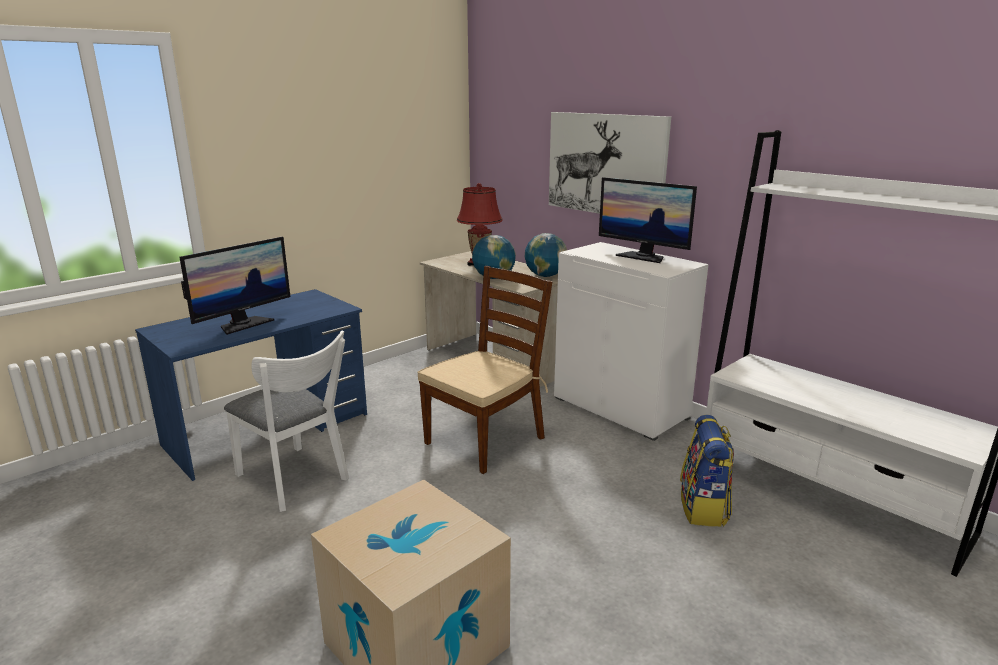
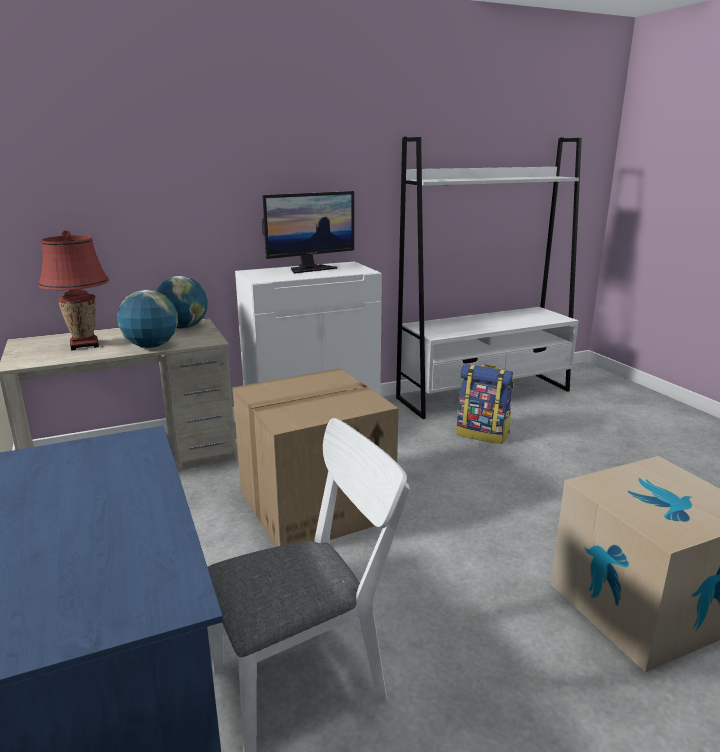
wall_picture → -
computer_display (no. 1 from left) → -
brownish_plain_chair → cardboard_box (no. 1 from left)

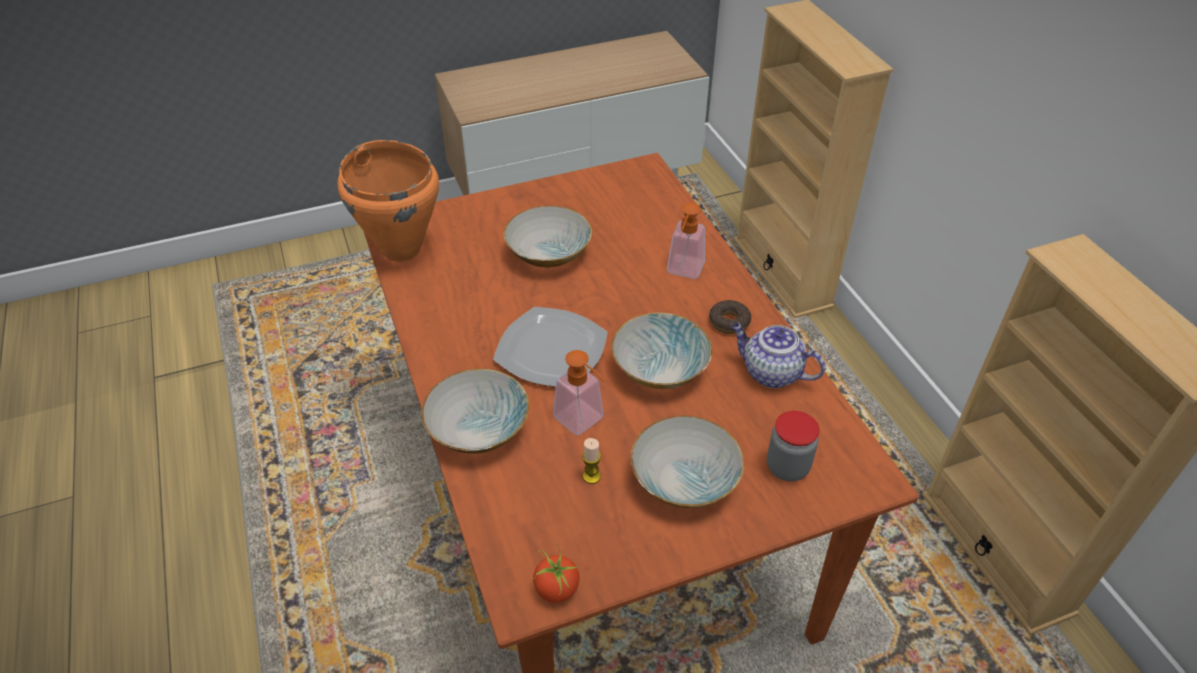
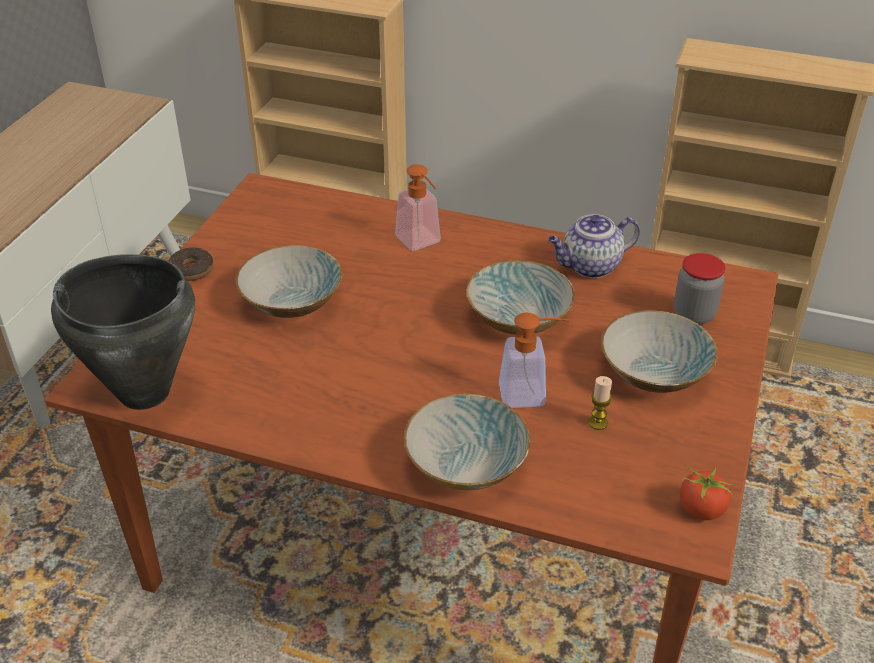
orange_saucepot → blackish_saucepot
ring_doughnut, shifted
flat_dish → -

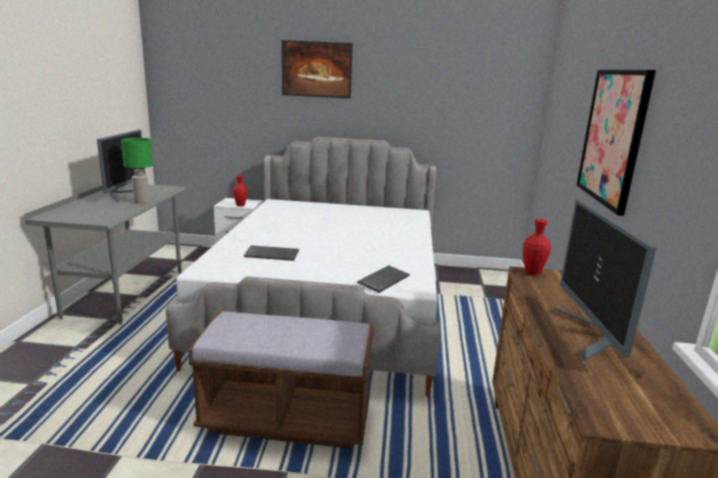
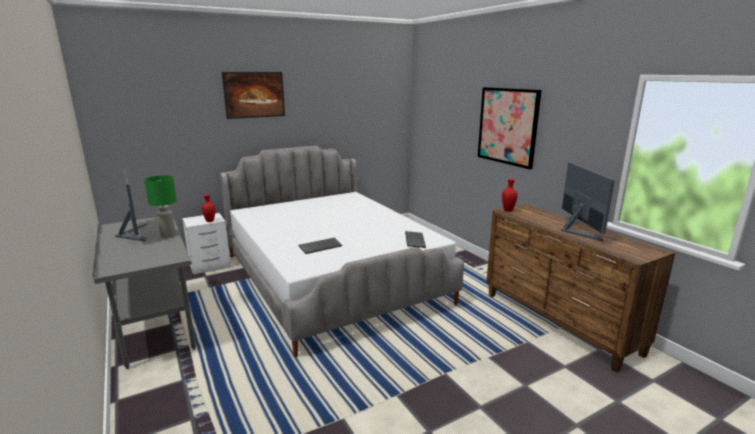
computer_display (no. 2 from left), 150 degrees counterclockwise
brownish_bench → -

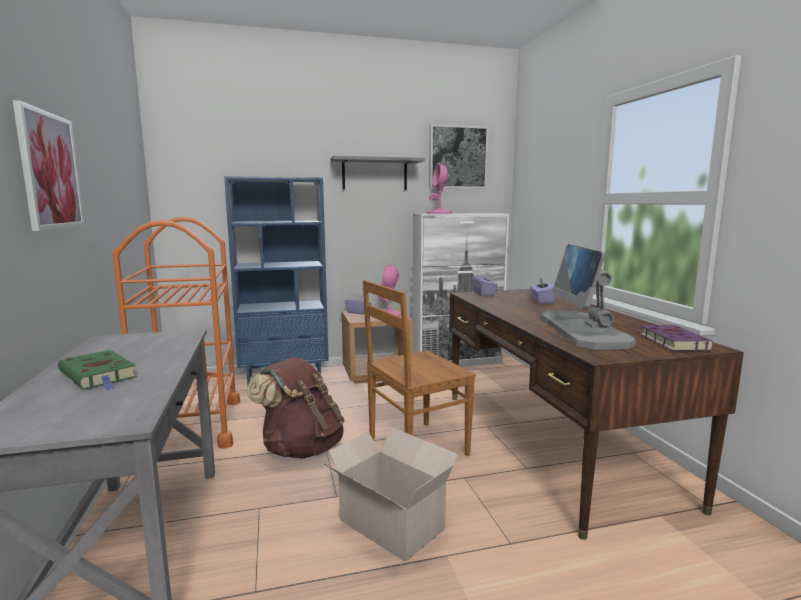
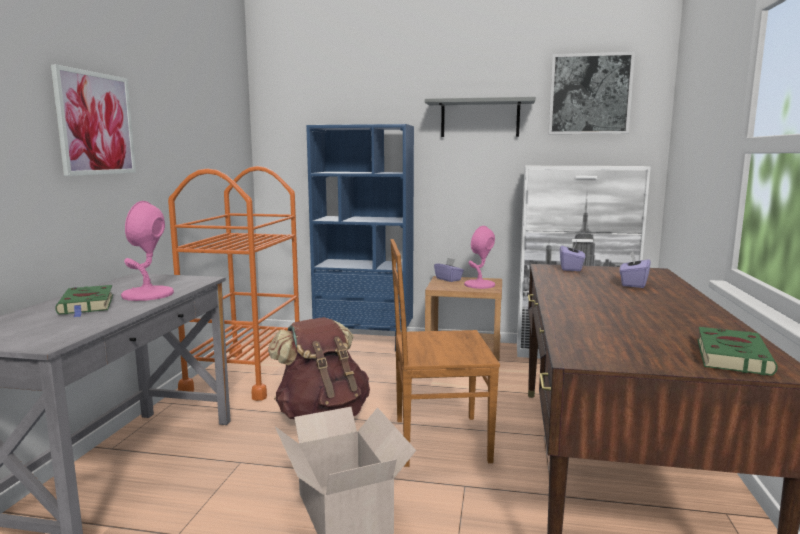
pinkish_tabletop_lamp (no. 2 from left in the first image) → pinkish_tabletop_lamp (no. 1 from left), shifted
computer_display → -
purple-coloured_bound_book → green_bound_book (no. 2 from left)

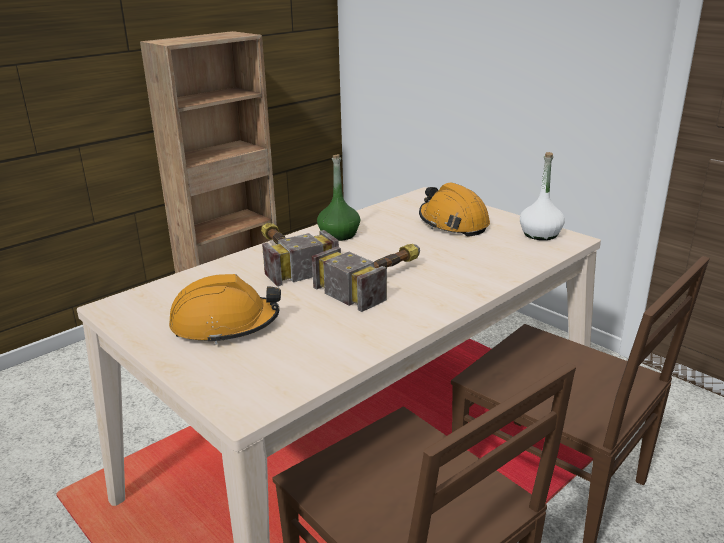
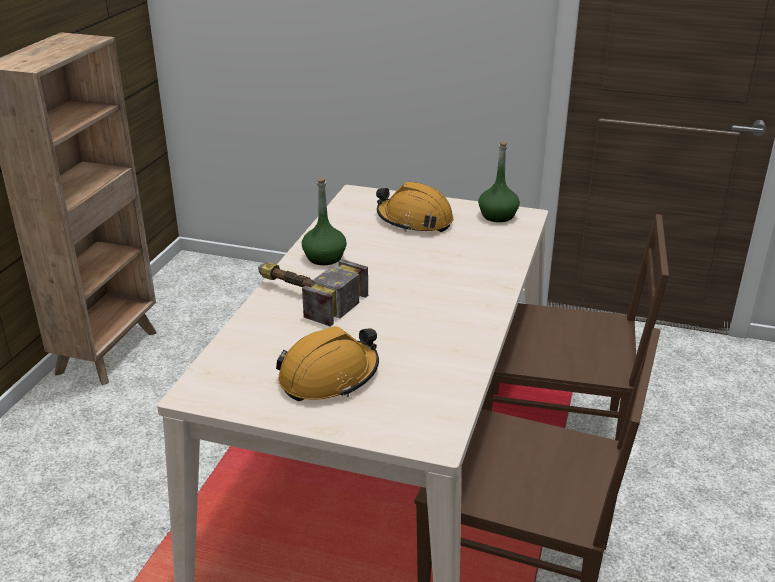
white_beverage_bottle → green_beverage_bottle (no. 2 from left)
hammer (no. 2 from left) → -

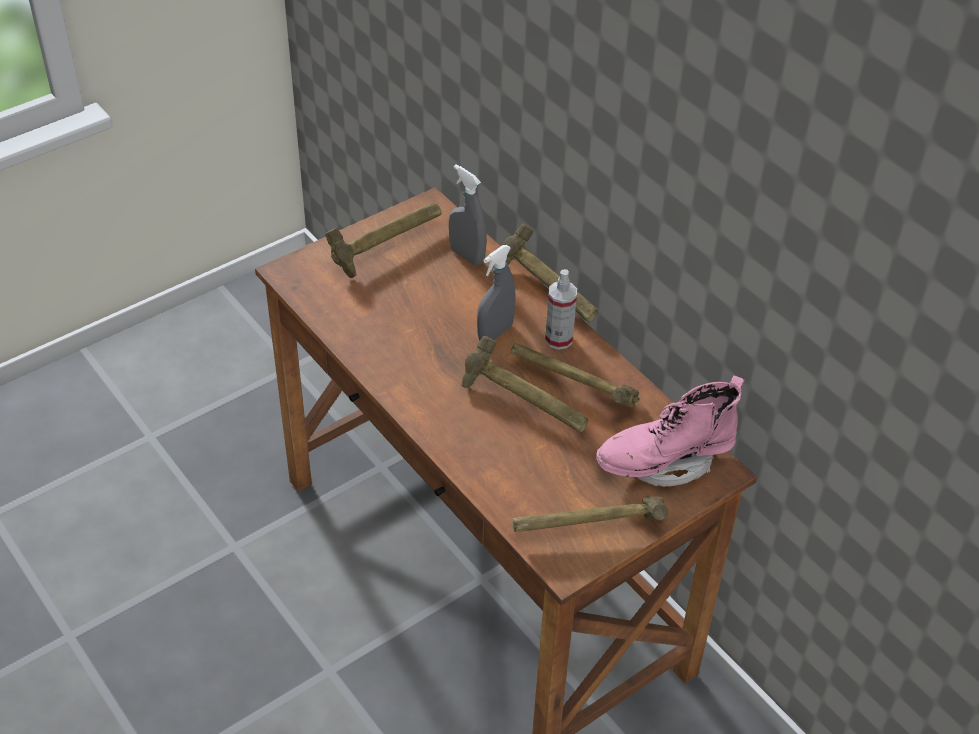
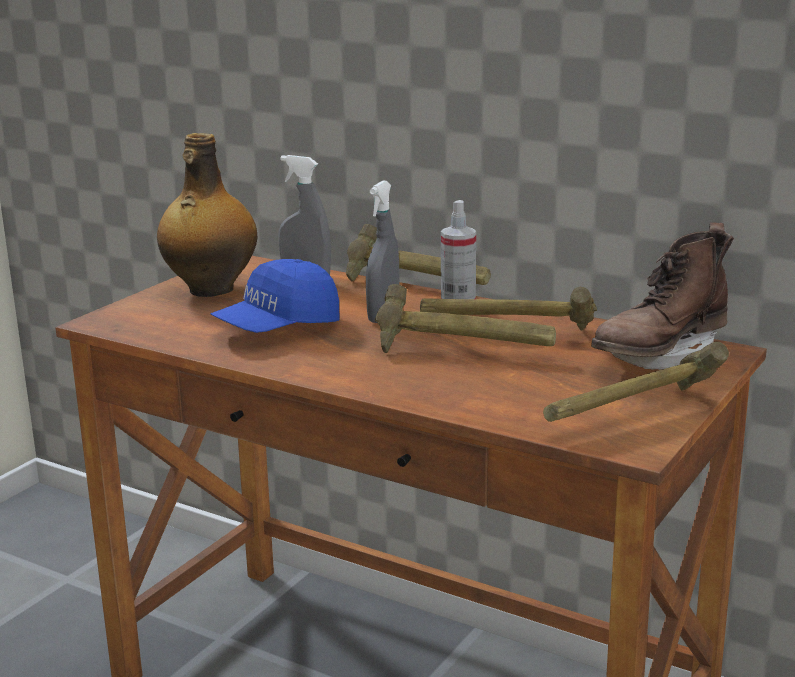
hammer (no. 1 from left) → beverage_bottle
pinkish_tall_boot → brownish_tall_boot
- → bluish_cap

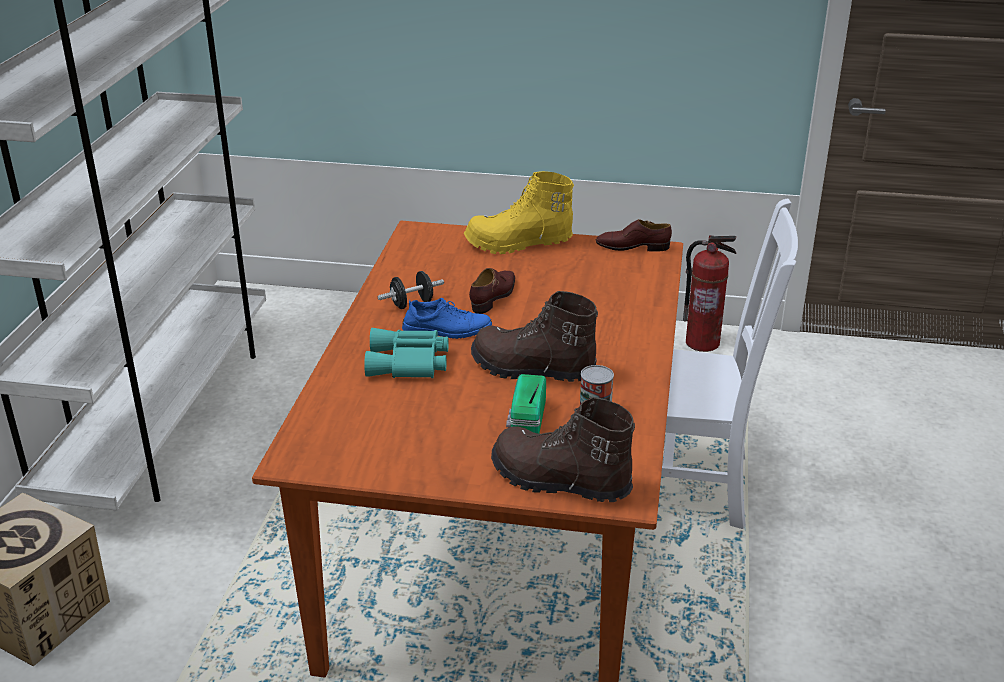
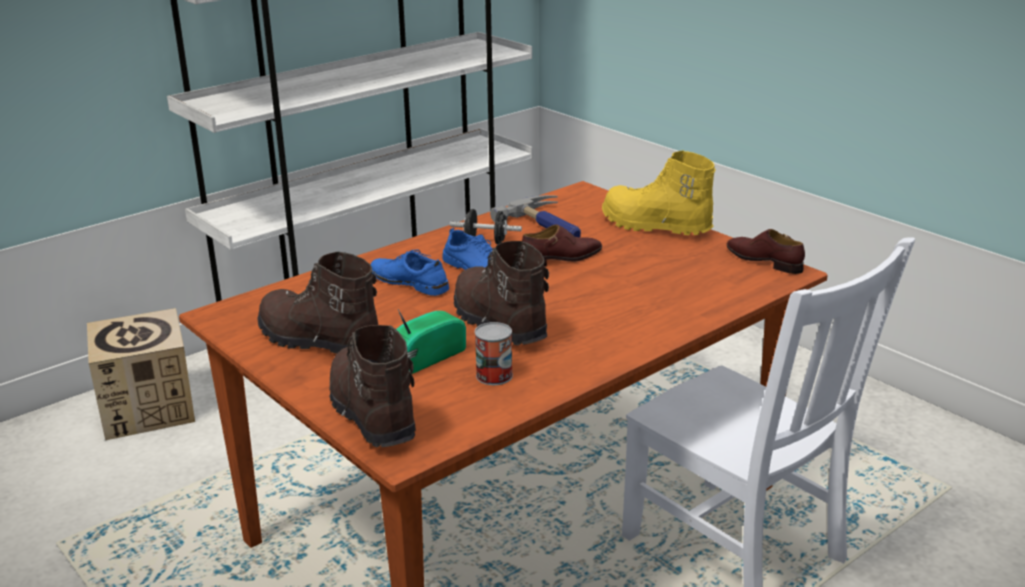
fire-fighting_cylinder → -
turquoise_pair_of_binoculars → bluish_shoe (no. 1 from left)
- → hammer
- → brownish_tall_boot (no. 1 from left)

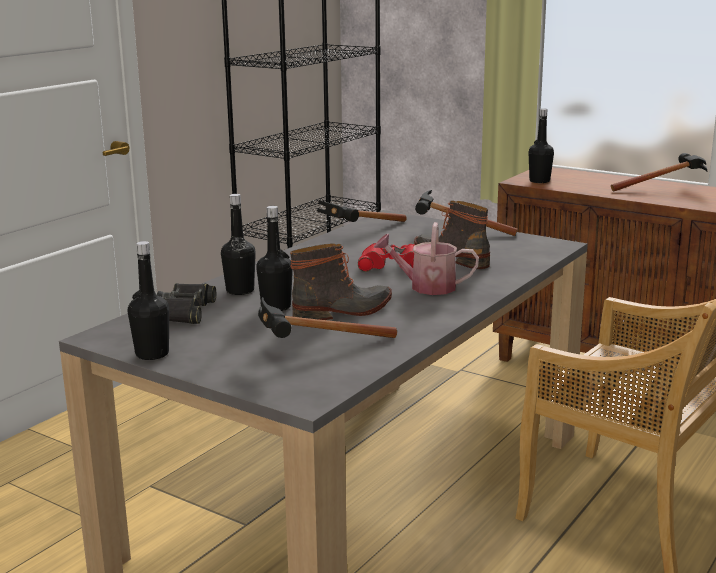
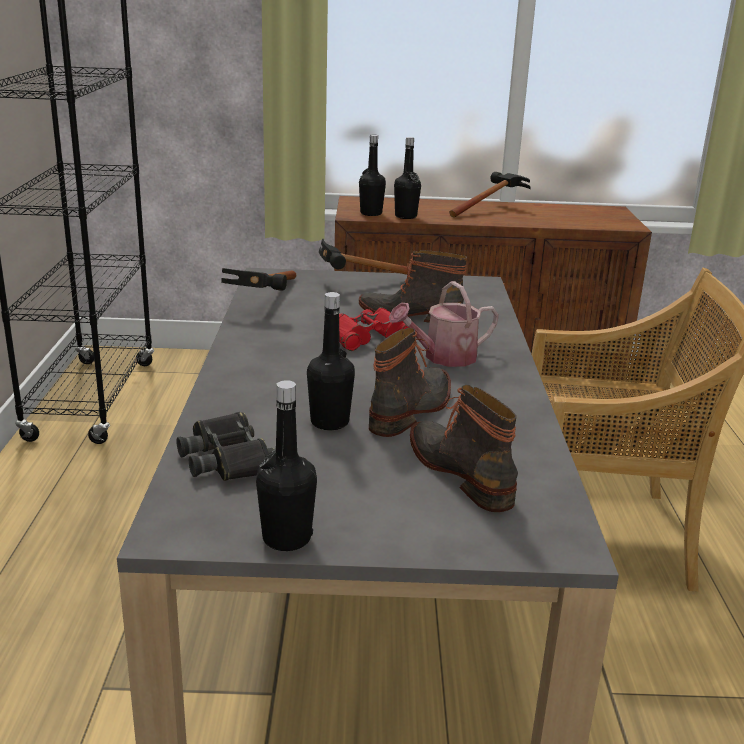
blackish_beverage_bottle (no. 2 from left in the first image) → blackish_beverage_bottle (no. 4 from left), shifted
hammer (no. 1 from left) → tall_boot (no. 3 from left)

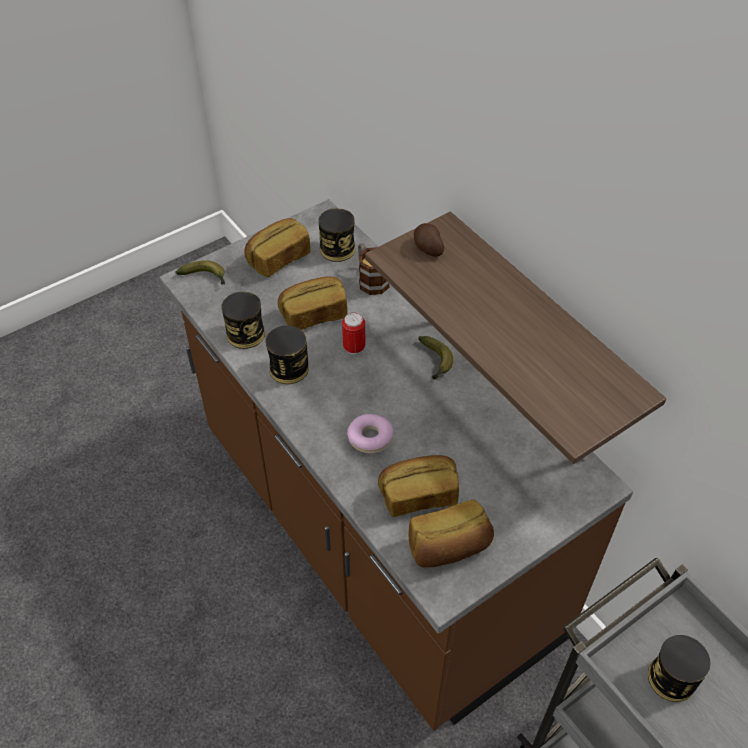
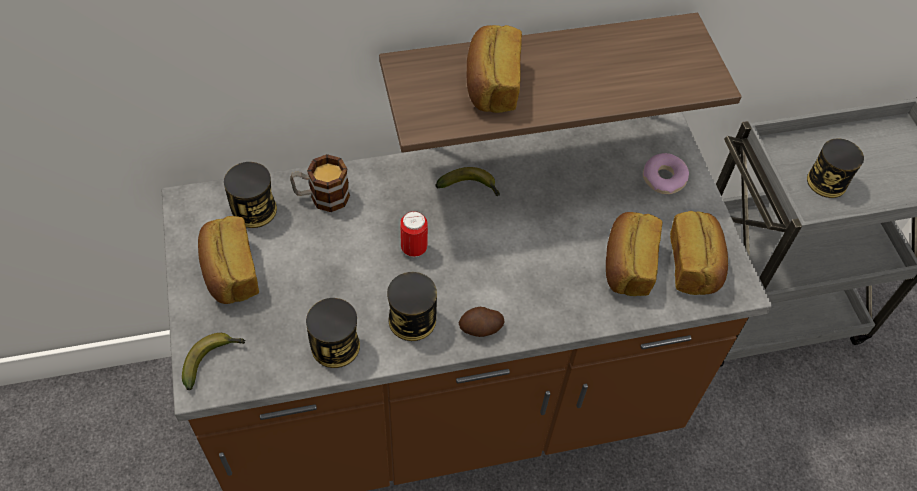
whole_potato, shifted
baked_bread (no. 2 from left), shifted
ring_doughnut, shifted

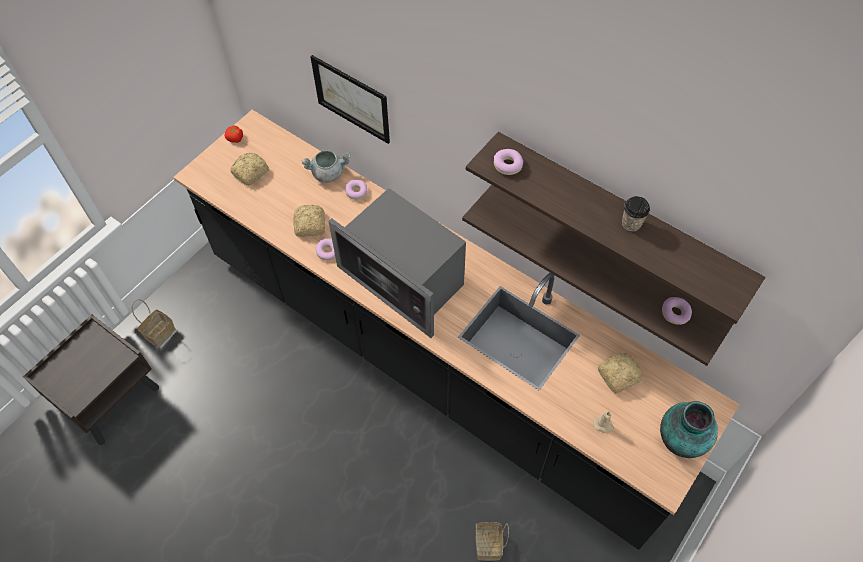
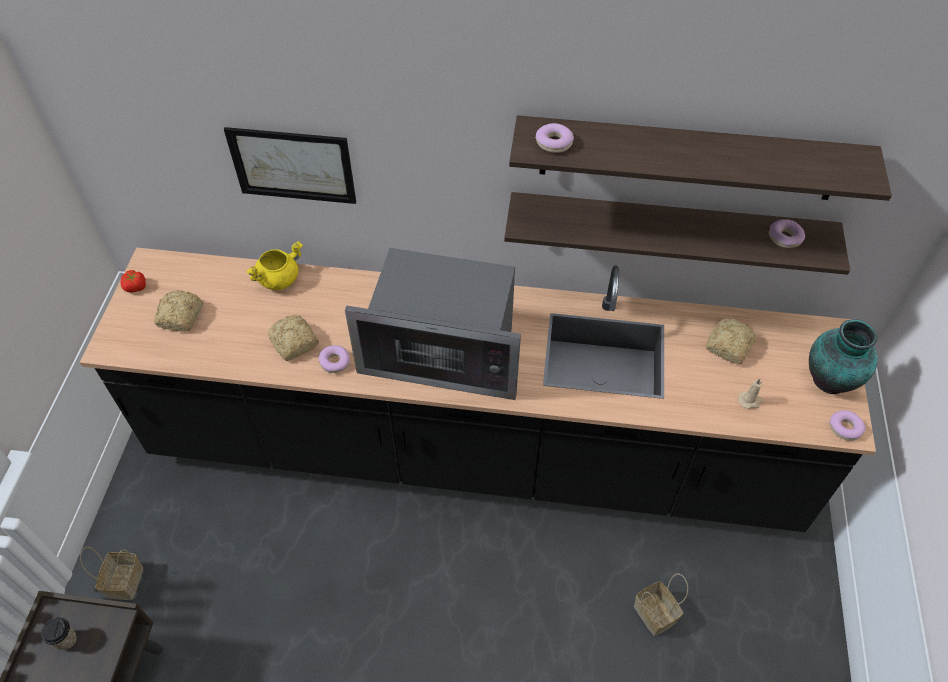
greyish_saucepot → yellow_saucepot
ring_doughnut (no. 2 from left in the first image) → ring_doughnut (no. 4 from left), shifted
small_cup, shifted

